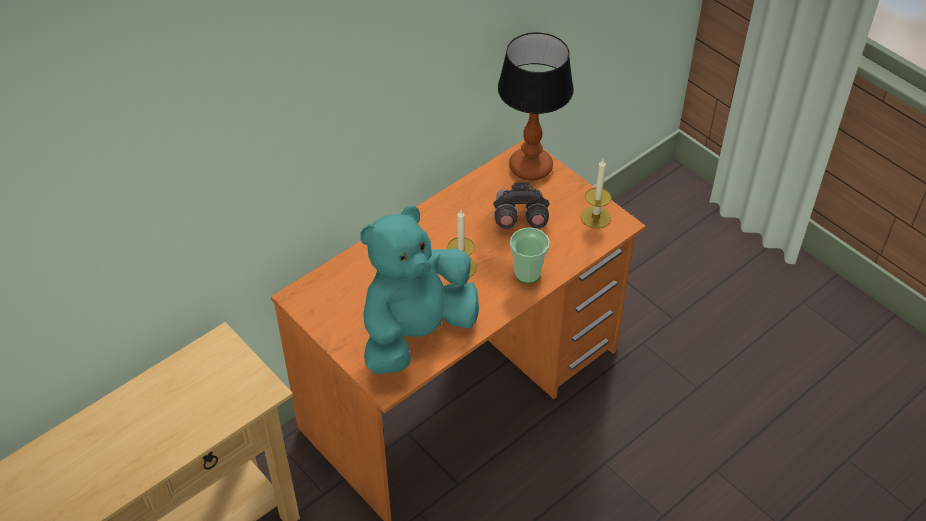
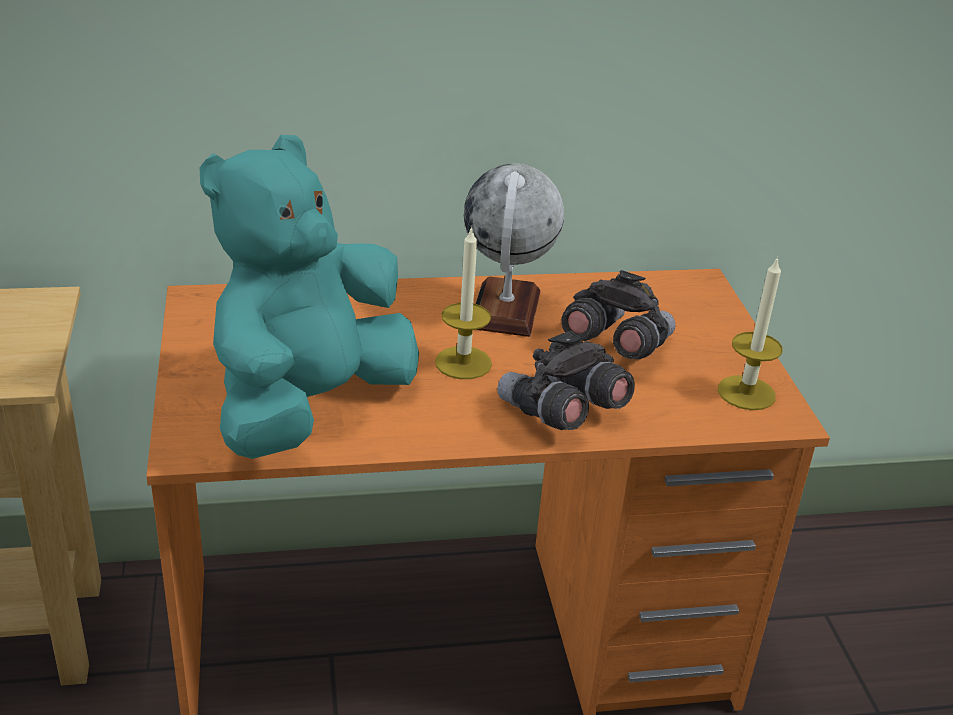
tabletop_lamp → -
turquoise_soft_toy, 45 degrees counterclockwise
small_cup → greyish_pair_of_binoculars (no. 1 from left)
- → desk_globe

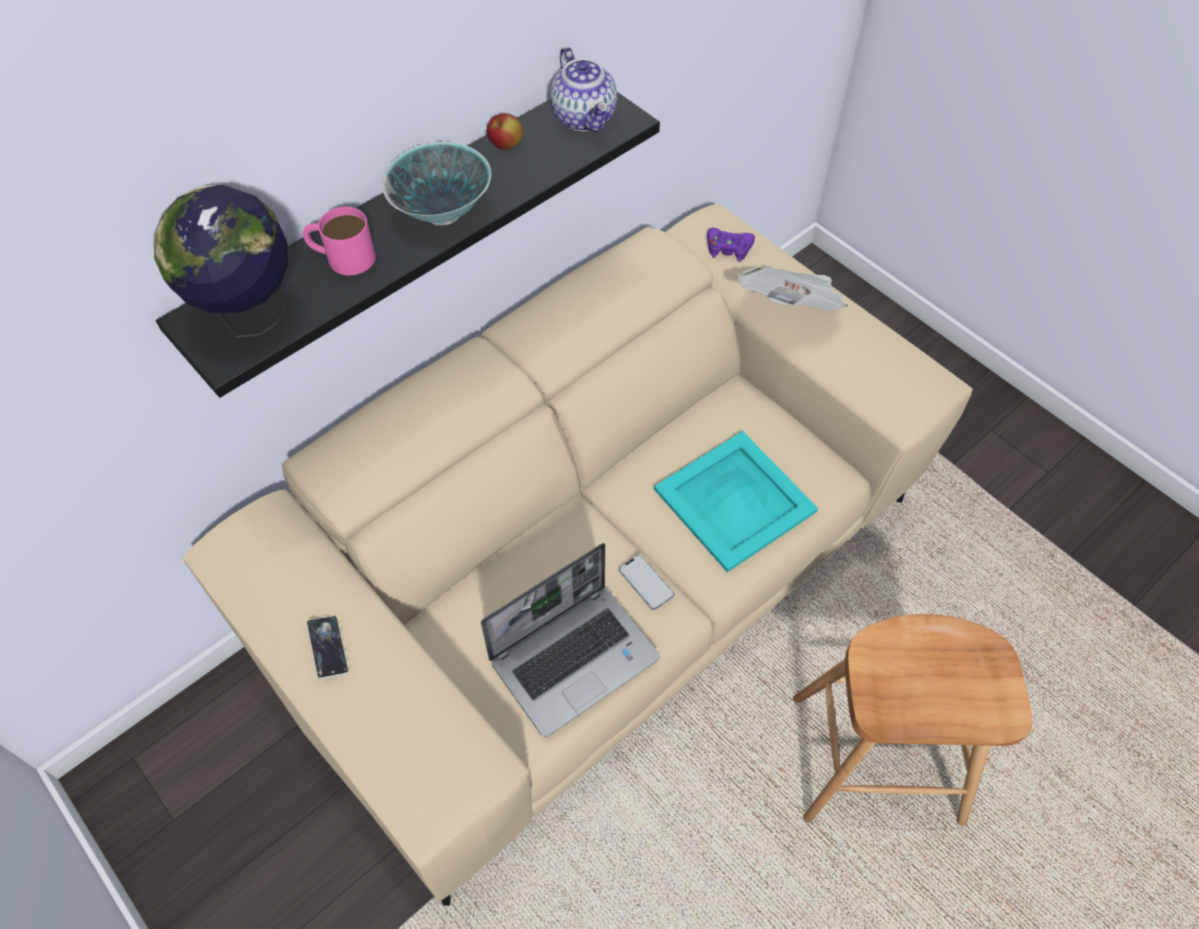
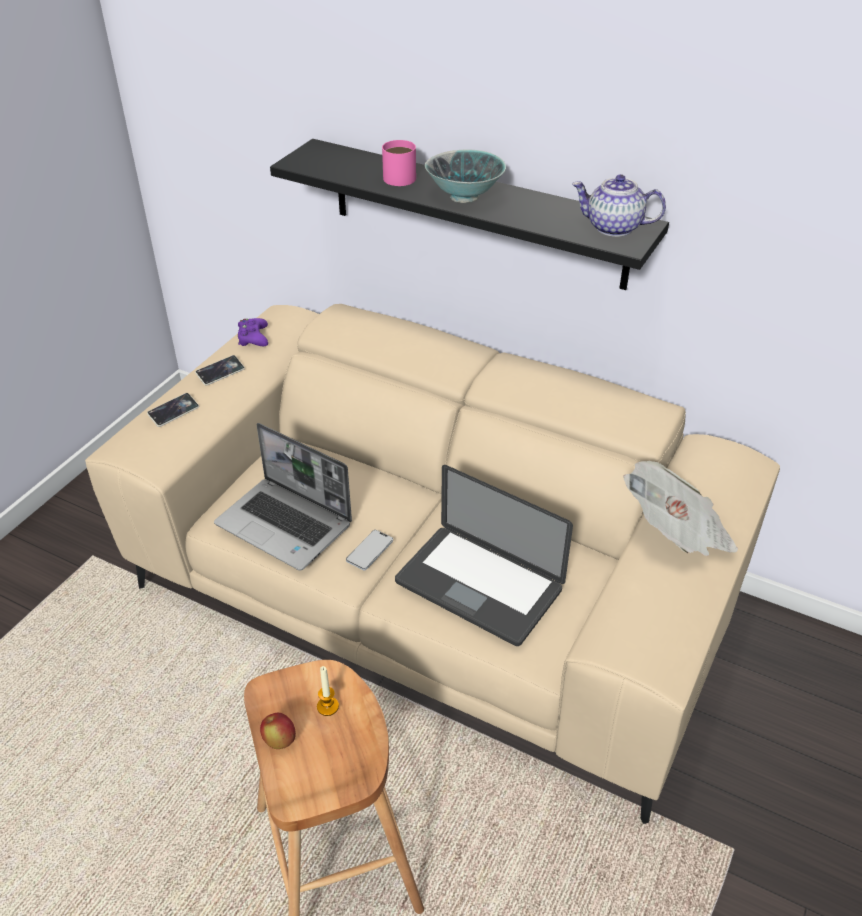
pot_for_tea, 60 degrees clockwise
apple_fruit, shifted
desk_globe → -
purple-coloured_joypad, shifted
turquoise_serving_tray → portable_computer (no. 2 from left)
- → handset (no. 1 from left)
- → candle

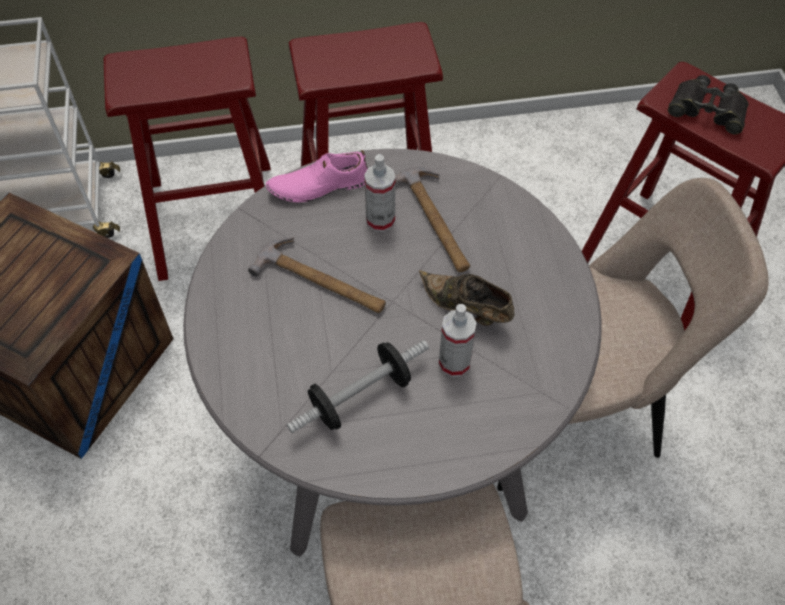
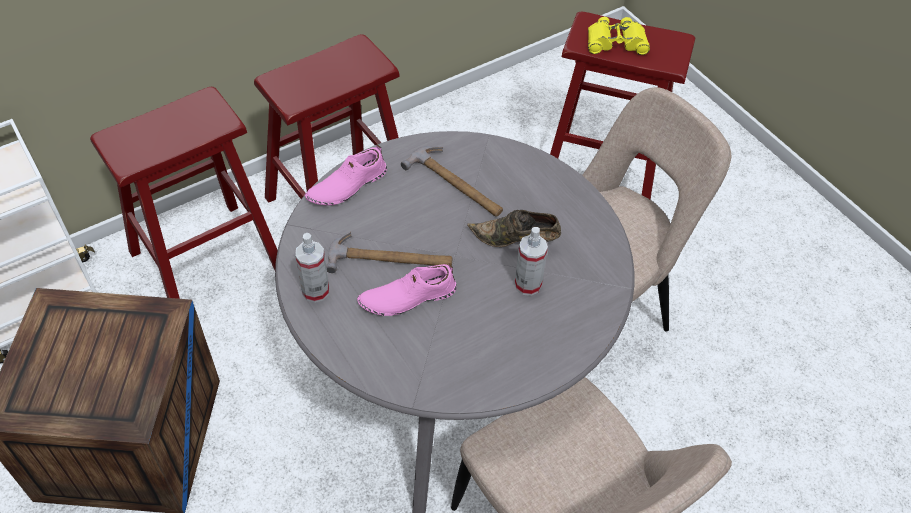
blackish_pair_of_binoculars → yellow_pair_of_binoculars
spray_bottle (no. 1 from left), shifted
dumbbell → -
- → pinkish_shoe (no. 2 from left)

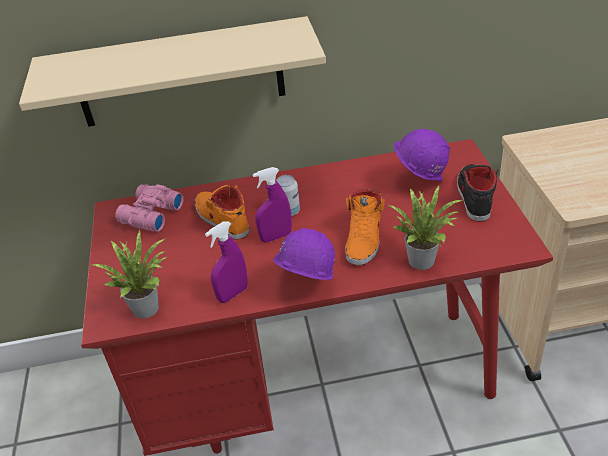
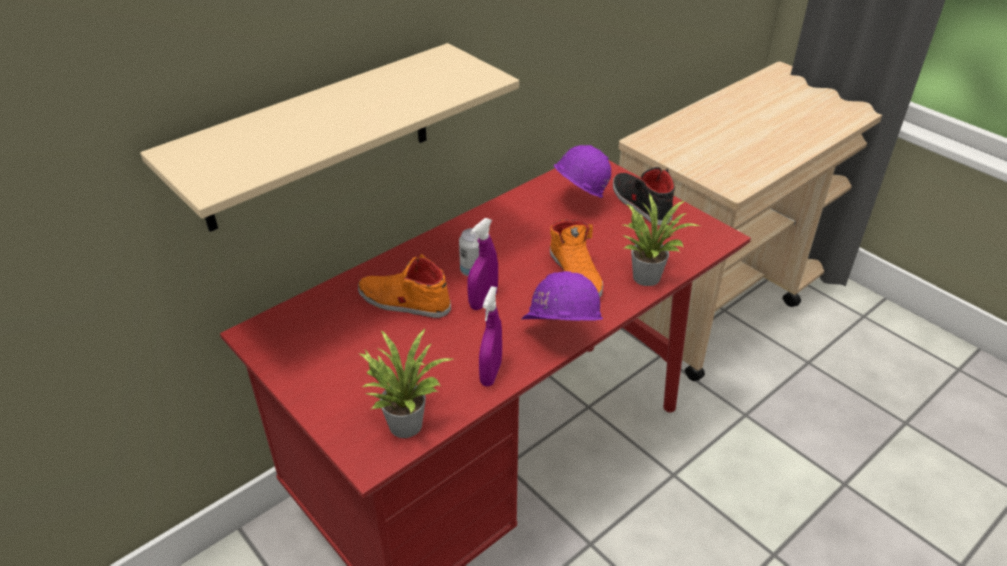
pinkish_pair_of_binoculars → -

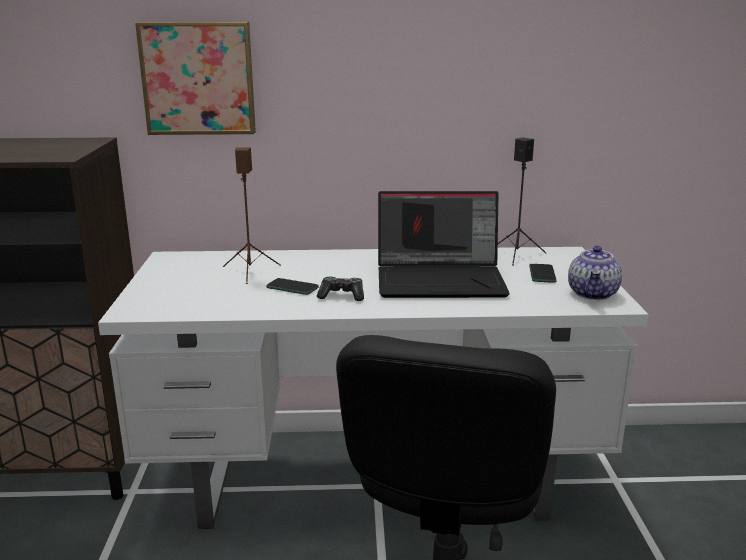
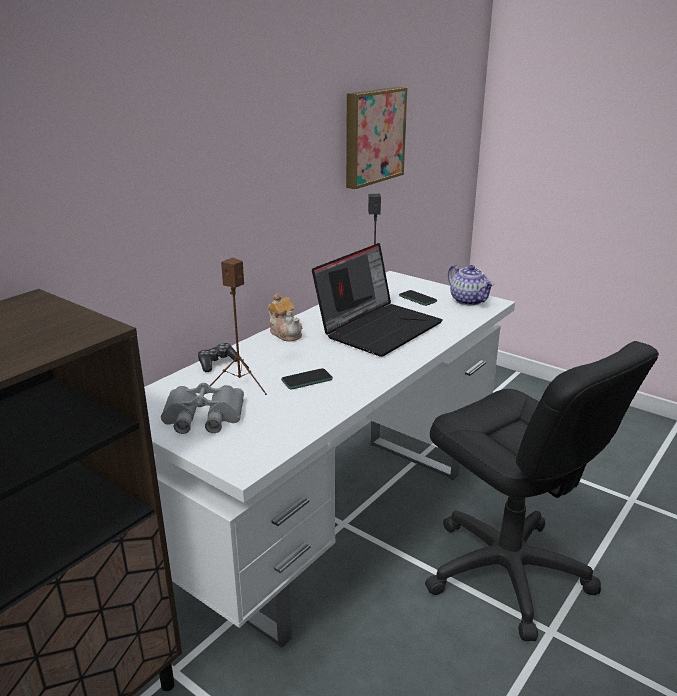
wall_picture, shifted
joypad, shifted
- → pot_for_tea (no. 1 from left)
- → greyish_pair_of_binoculars

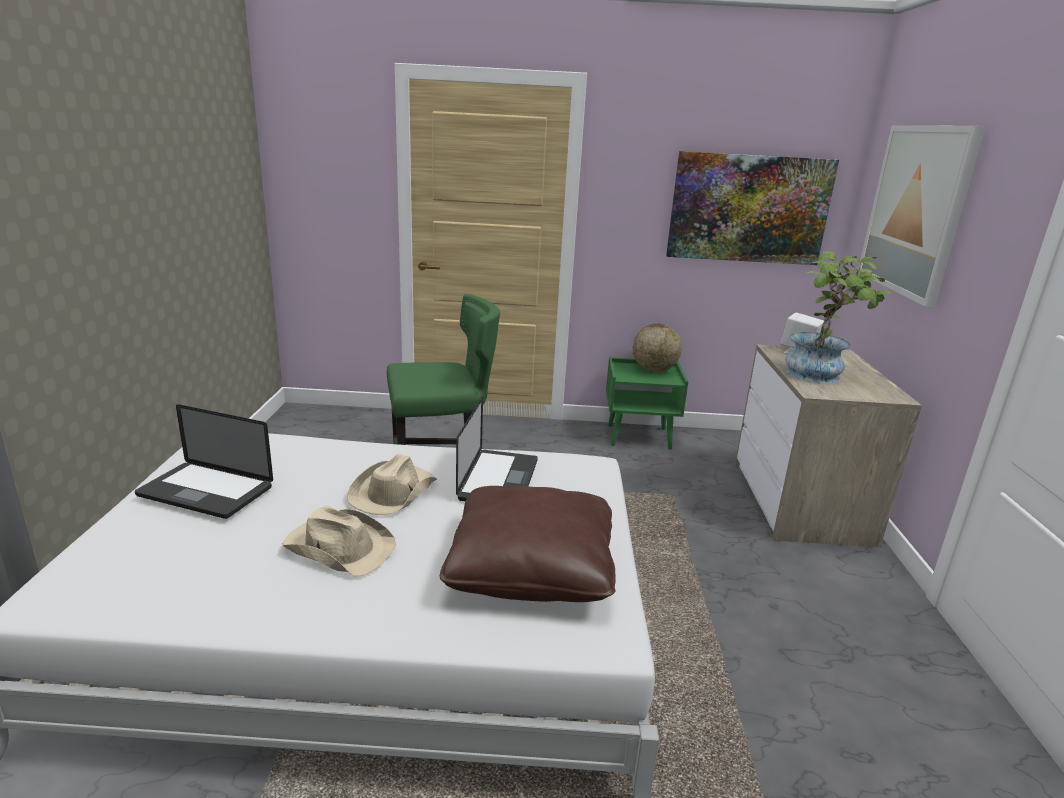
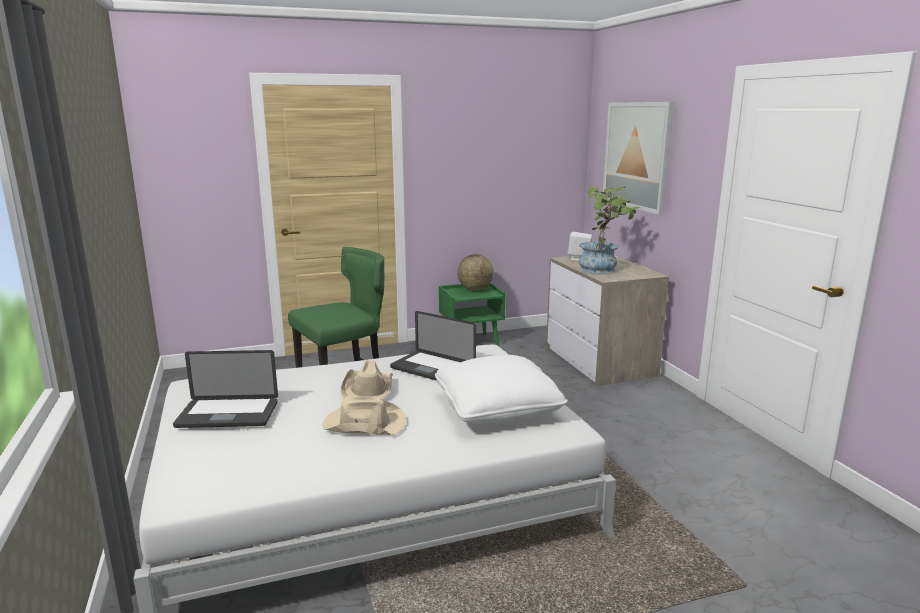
wall_picture (no. 1 from left) → -
portable_computer (no. 2 from left), 135 degrees clockwise
brownish_throw_pillow → white_throw_pillow

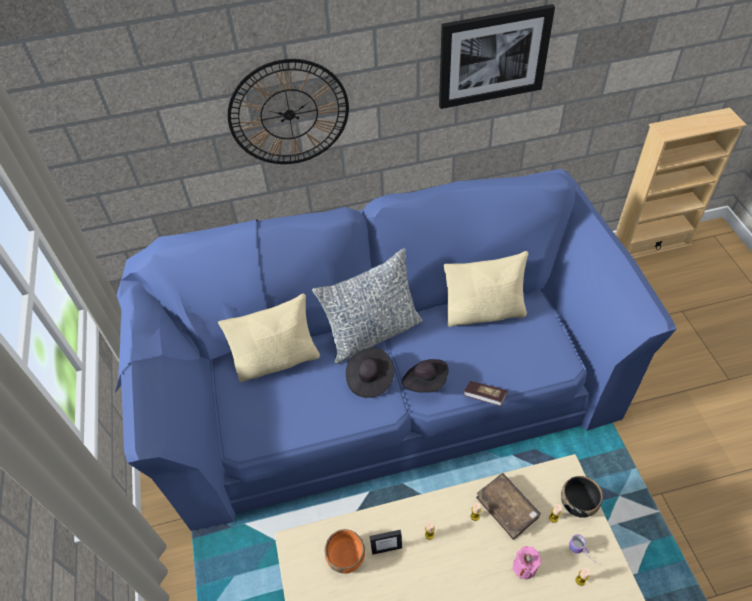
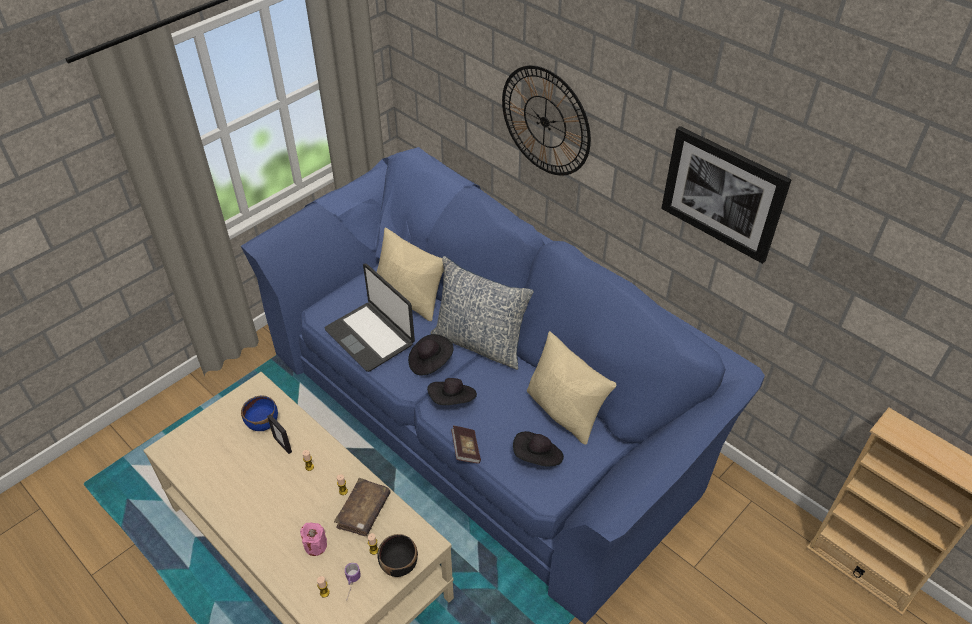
orange_deep_dish → bluish_deep_dish
- → portable_computer
- → blackish_wearable_hat (no. 3 from left)

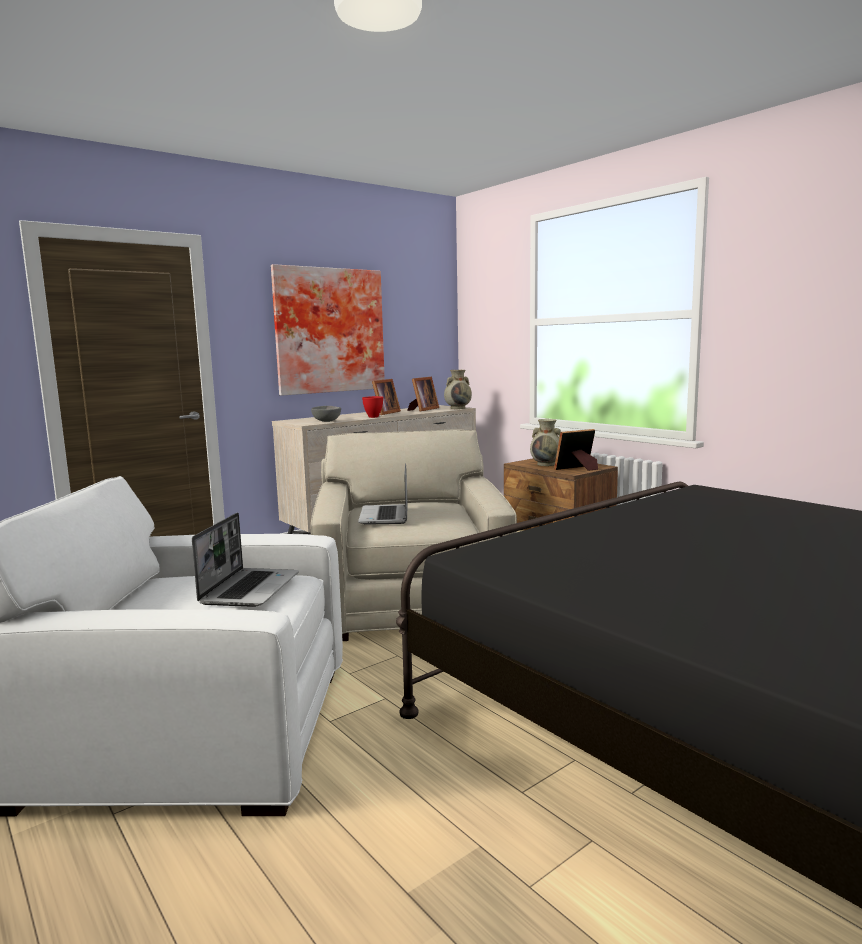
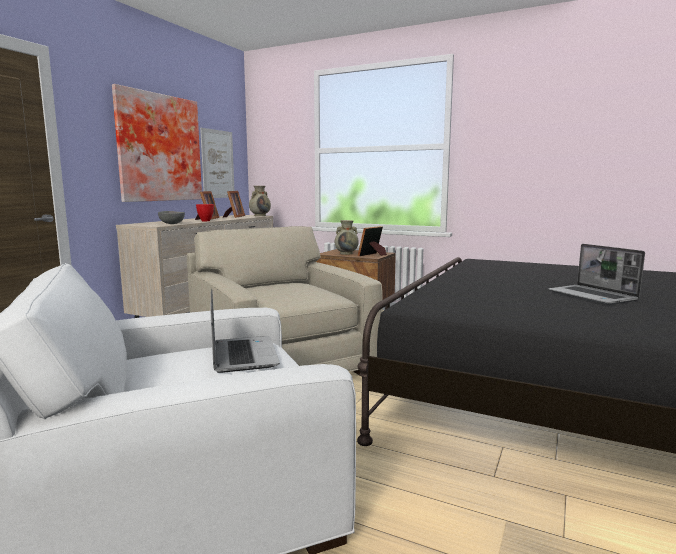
portable_computer (no. 2 from left), shifted
- → wall_picture (no. 2 from left)

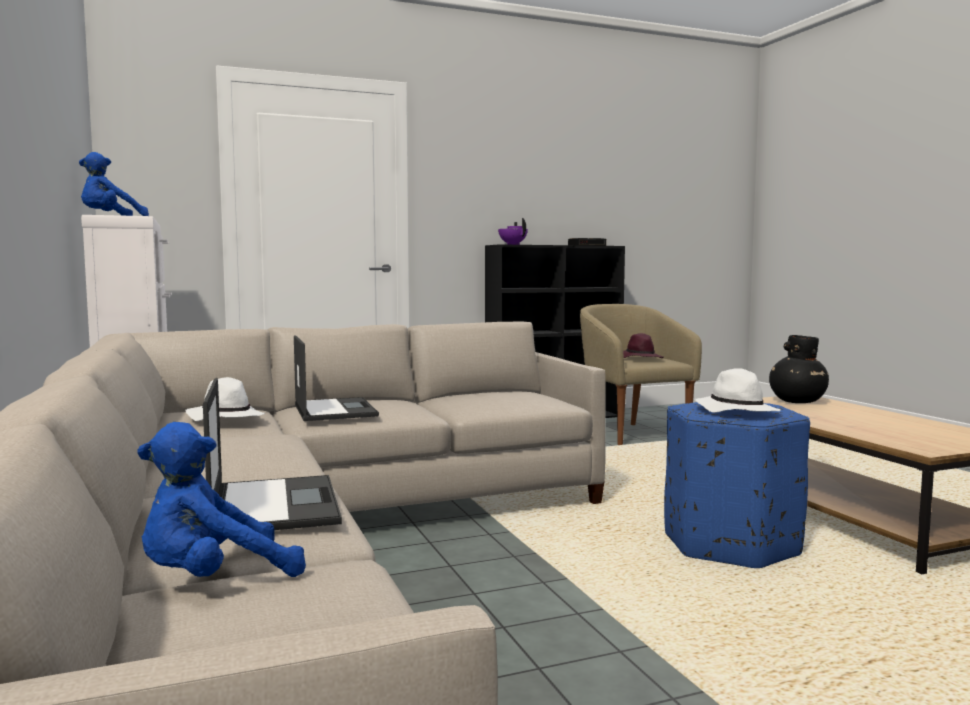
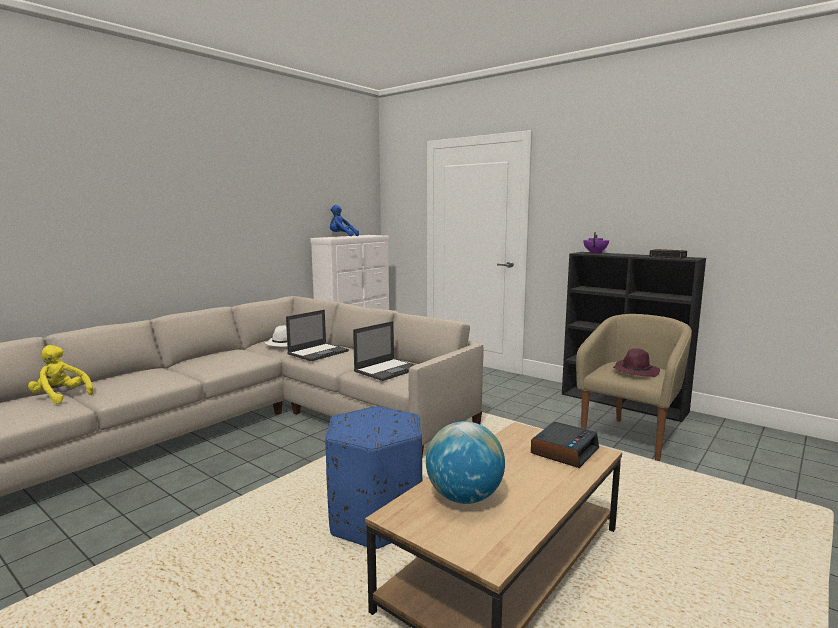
blackish_flower_vase → table_clock (no. 1 from left)
white_wearable_hat (no. 2 from left) → -
portable_computer (no. 1 from left in the first image) → portable_computer (no. 2 from left), shifted
bluish_soft_toy (no. 2 from left) → yellow_soft_toy
- → desk_globe

